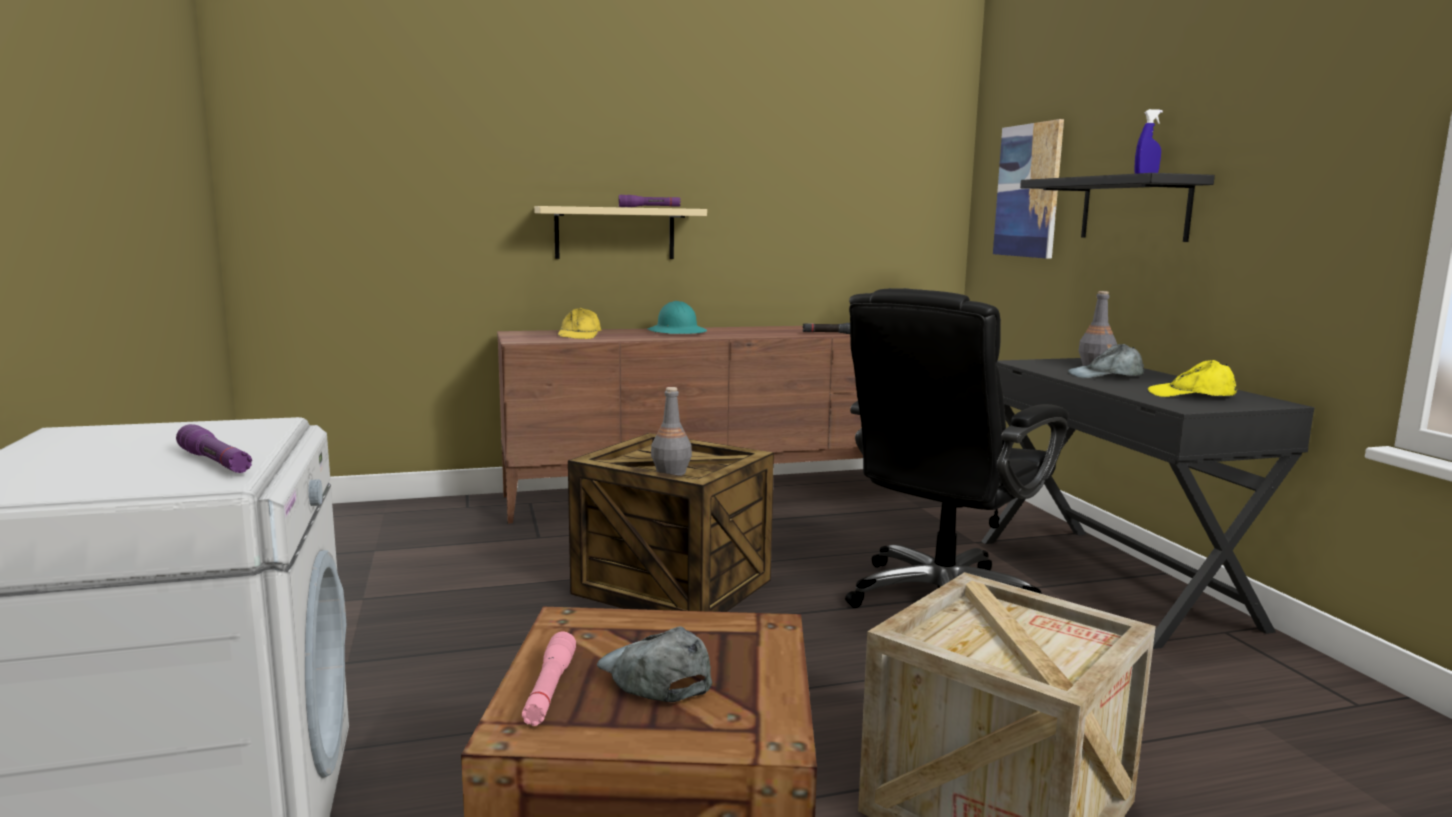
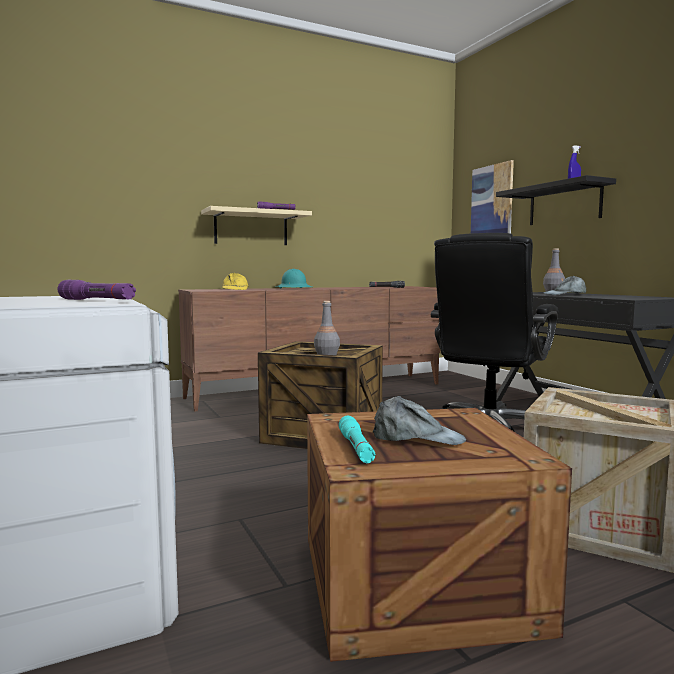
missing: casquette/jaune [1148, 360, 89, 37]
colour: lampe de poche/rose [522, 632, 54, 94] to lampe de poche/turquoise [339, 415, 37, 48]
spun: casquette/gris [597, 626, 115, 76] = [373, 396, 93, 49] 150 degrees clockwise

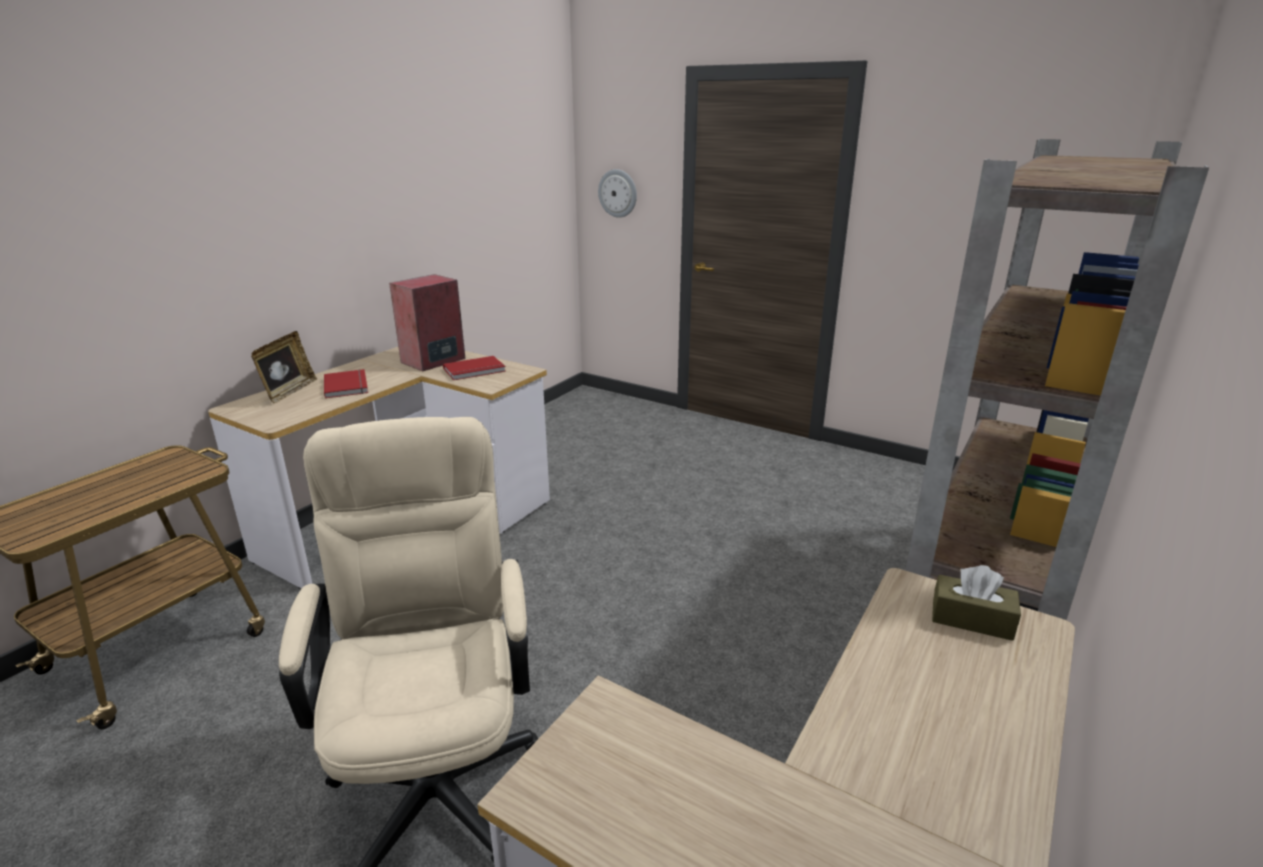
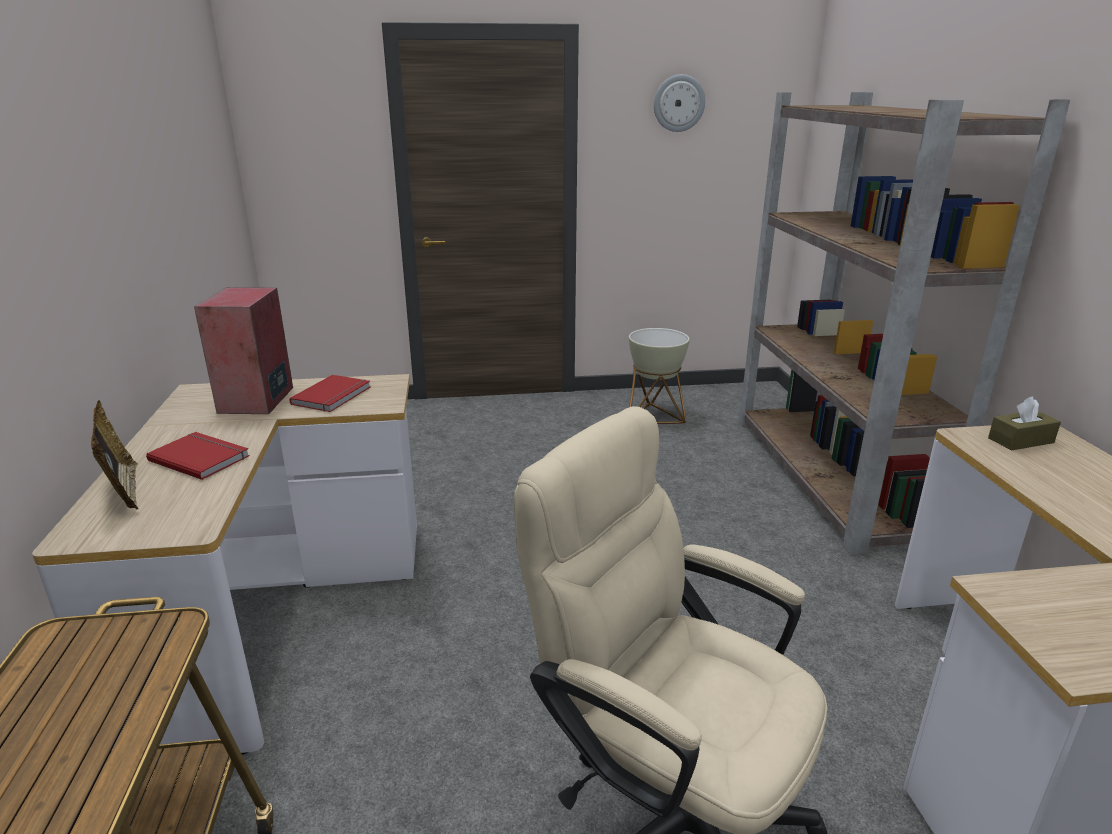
appeared: cache-pot [629, 328, 61, 96]
relocated: horloge murale [598, 169, 39, 49] to [654, 74, 51, 58]

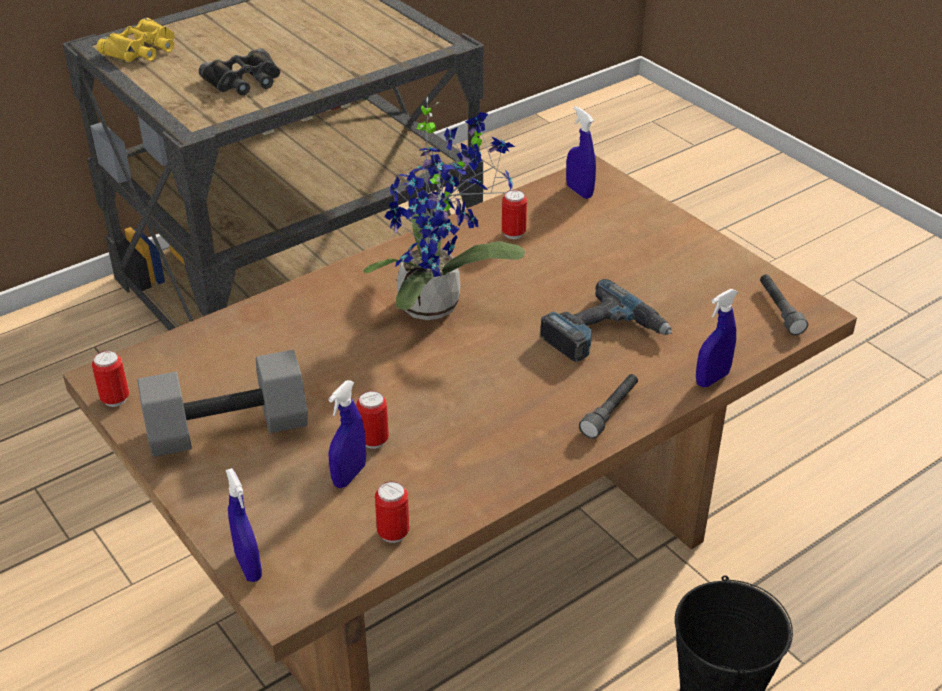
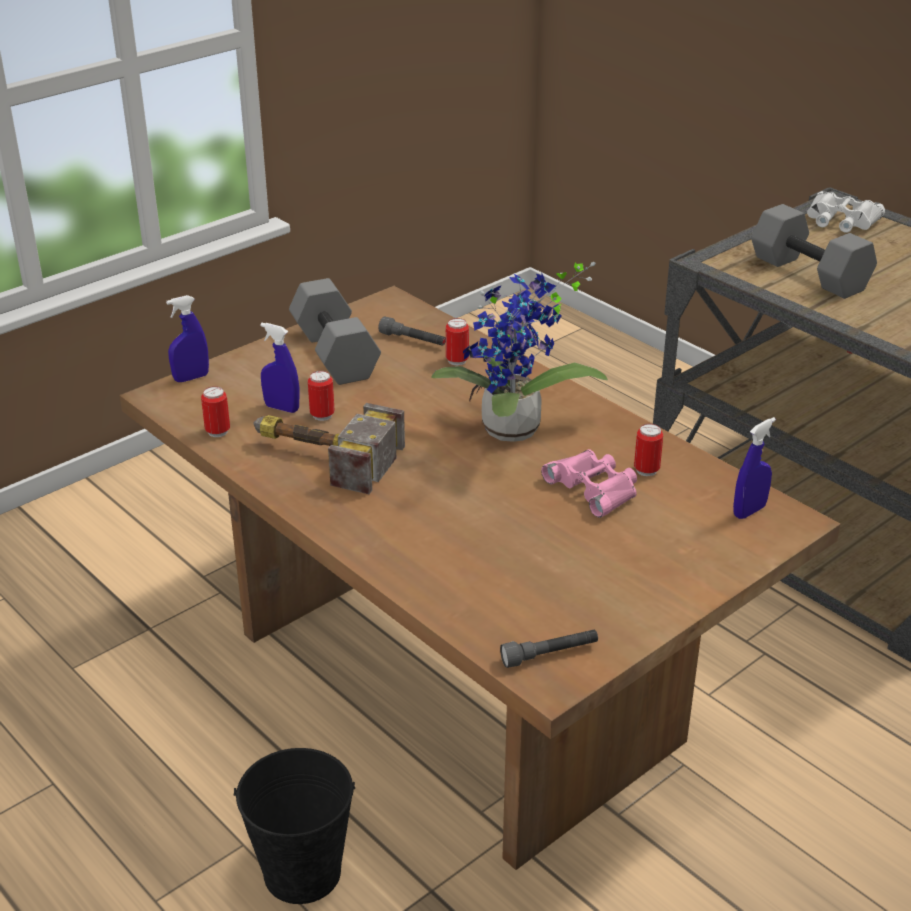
missing: perceuse [541, 279, 131, 83]; vaporisateur/bleu [696, 289, 42, 98]
appeared: marteau [253, 403, 152, 91]; jumelles/rose [541, 449, 96, 69]
relocated: boîte métallique [92, 350, 37, 57] to [446, 318, 23, 48]; lampe de poche/gris [579, 374, 59, 65] to [378, 317, 68, 29]
exchanged: jumelles/noir [199, 48, 81, 47] to haltère/gris [751, 204, 126, 95]
colour: jumelles/jaune [97, 18, 78, 44] to jumelles/blanc [807, 191, 78, 42]

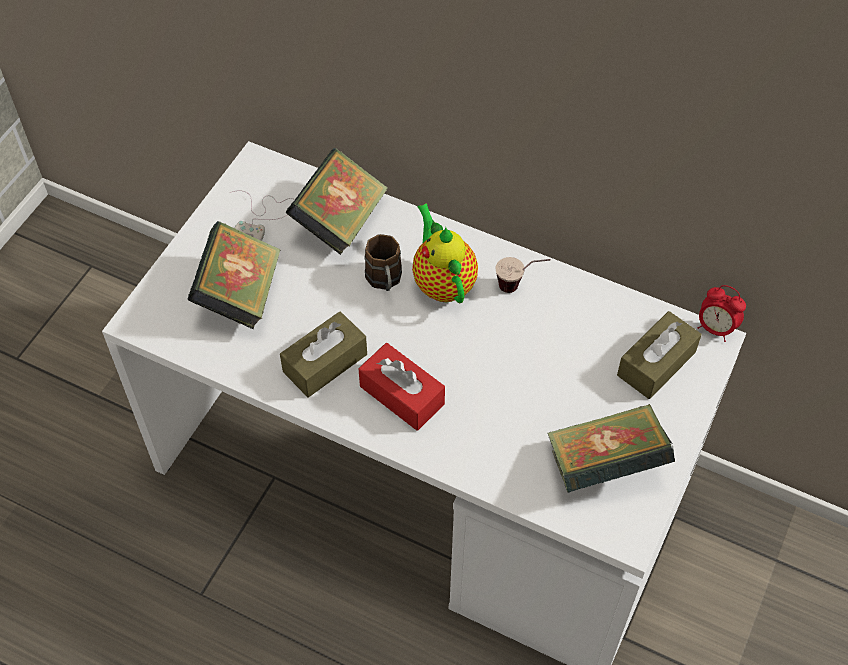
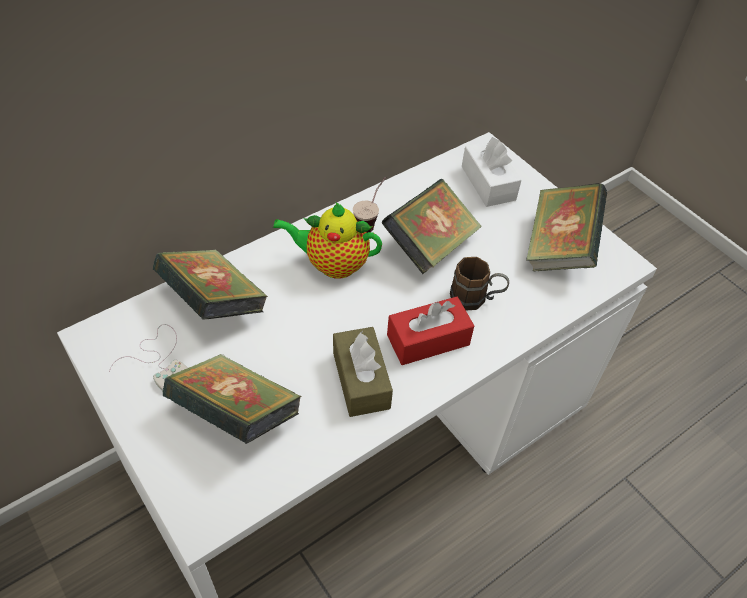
missing: réveil [697, 285, 49, 57]
appeared: livre [381, 179, 101, 95]
relocated: mug/marron [364, 234, 38, 57] to [450, 257, 59, 53]
colour: boîte à mouchoirs/marron [617, 311, 85, 88] to boîte à mouchoirs/blanc [462, 137, 60, 70]

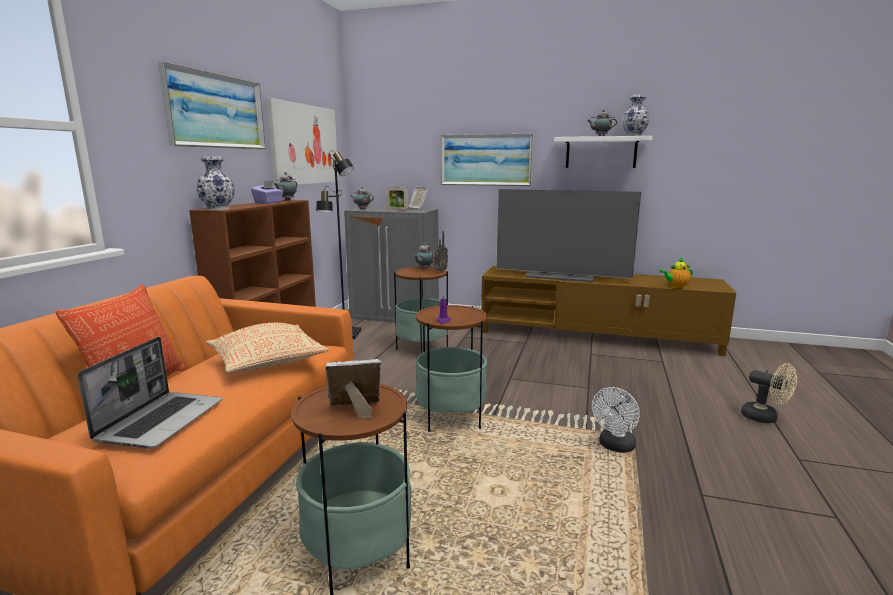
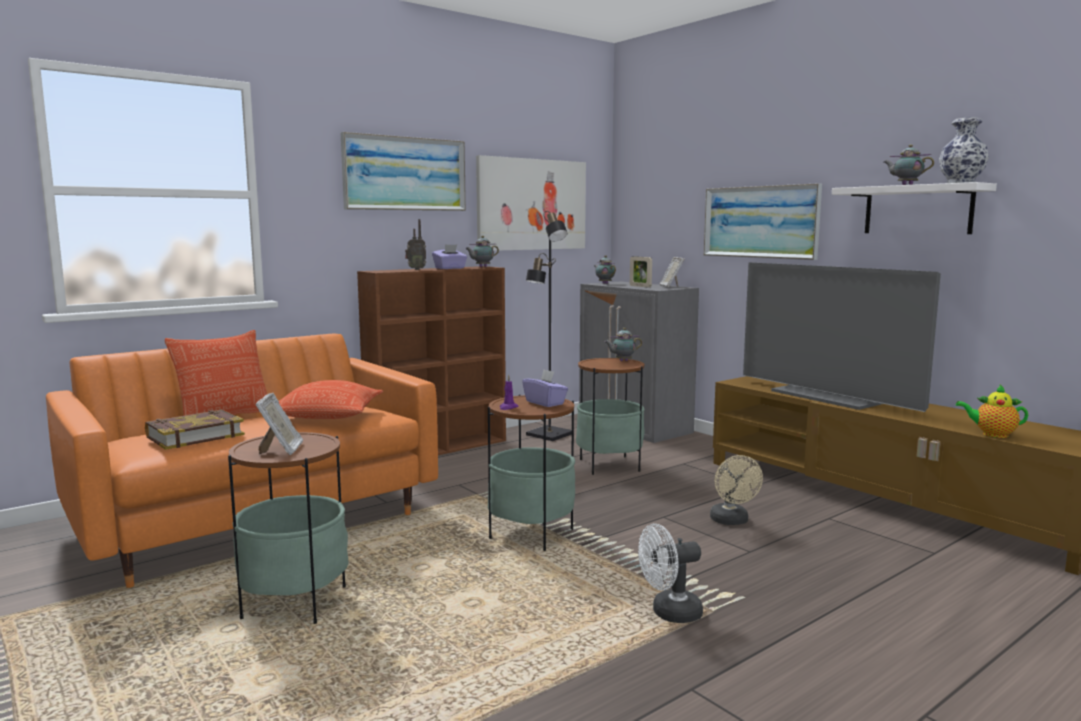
missing: vase [197, 157, 38, 53]
appeared: boîte à mouchoirs/violet [522, 369, 46, 38]
relocated: radio [432, 231, 16, 41] to [405, 219, 21, 51]; ventilateur/beige [741, 363, 56, 60] to [710, 455, 53, 70]
exchanged: ordinateur portable [77, 337, 146, 111] to livre [145, 409, 100, 41]
colour: coussin/beige [206, 323, 123, 49] to coussin/orange [279, 380, 104, 39]
spun: cadre photo [325, 359, 56, 61] = [255, 393, 48, 62] 60 degrees clockwise

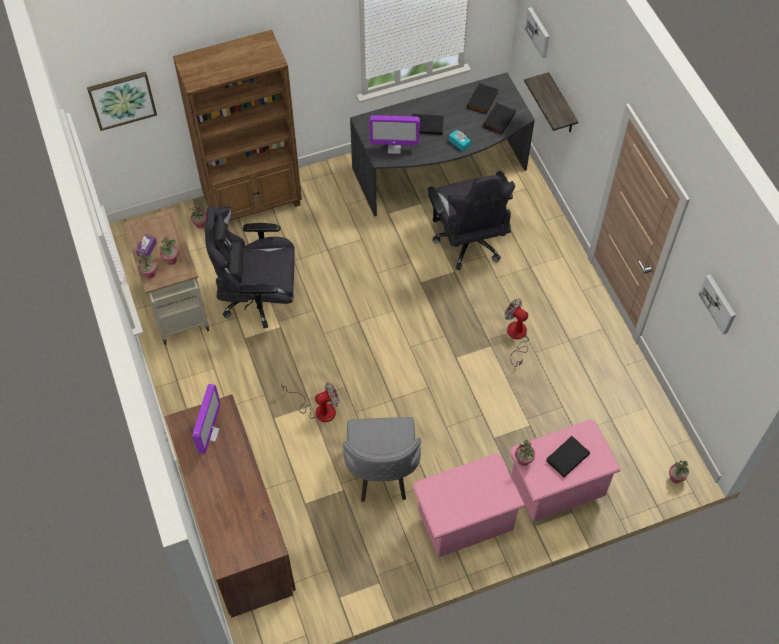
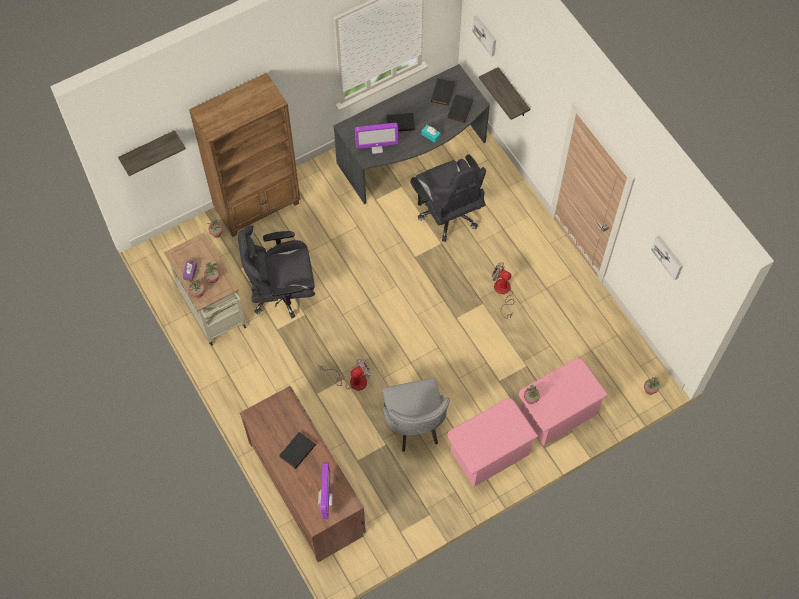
relocated: écran d'ordinateur [193, 384, 27, 70] to [318, 462, 15, 58]; livre/noir [546, 436, 44, 41] to [279, 432, 37, 37]
exchanged: tableau [87, 72, 70, 59] to étagère [118, 130, 68, 46]

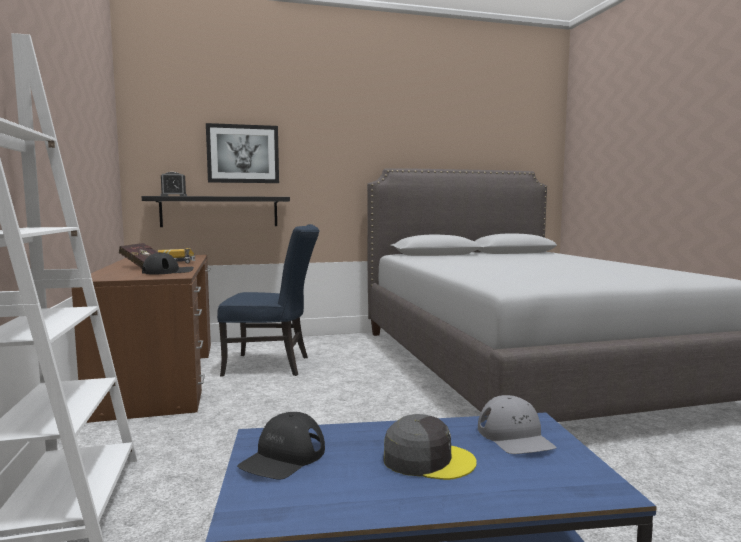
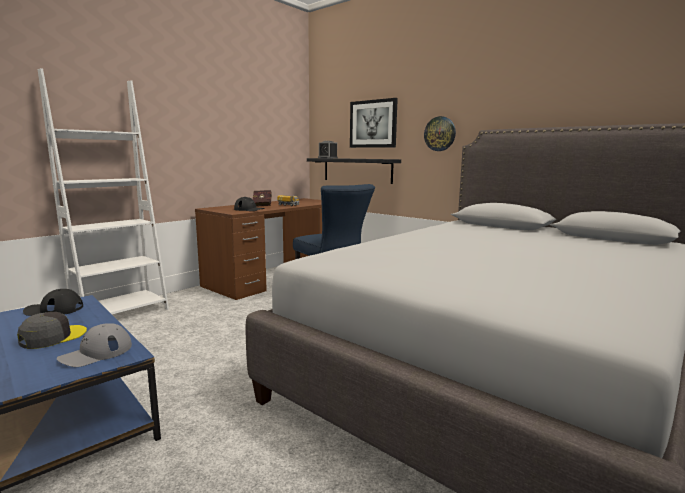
appeared: horloge murale [424, 116, 32, 35]
spun: casquette/gris [384, 414, 93, 66] = [17, 312, 70, 37] 120 degrees counterclockwise

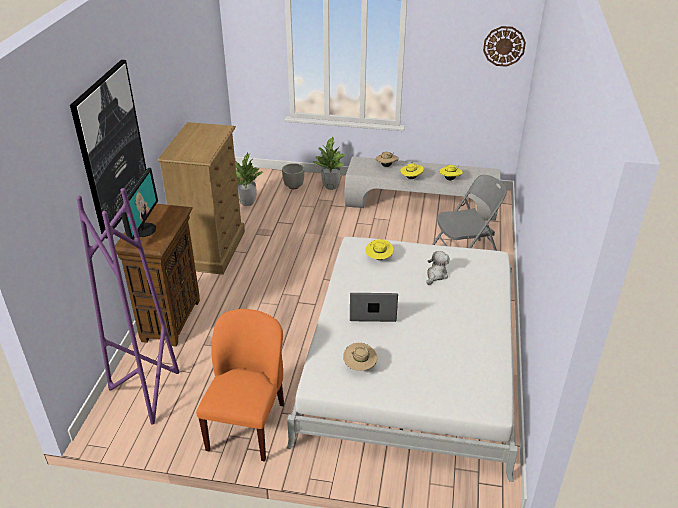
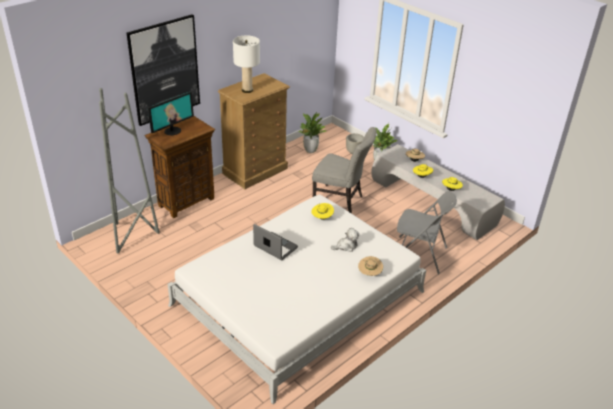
missing: chaise/orange [196, 309, 88, 152]; horloge murale [483, 26, 43, 41]
appeared: lampe de table/blanc [233, 35, 27, 58]; chaise/gris [312, 127, 65, 87]
relocated: chapeau/beige [343, 343, 34, 28] to [358, 256, 25, 20]
colour: portant/violet [77, 188, 102, 236] to portant/gris [99, 88, 61, 166]

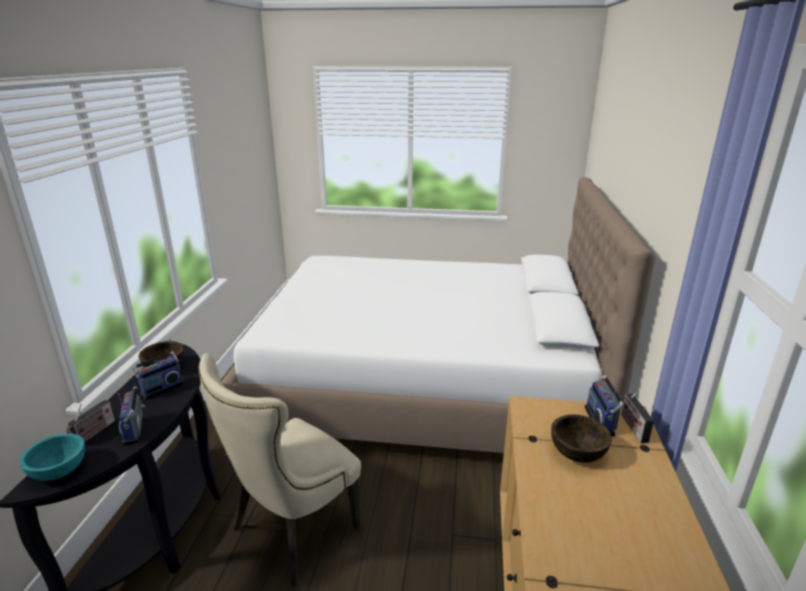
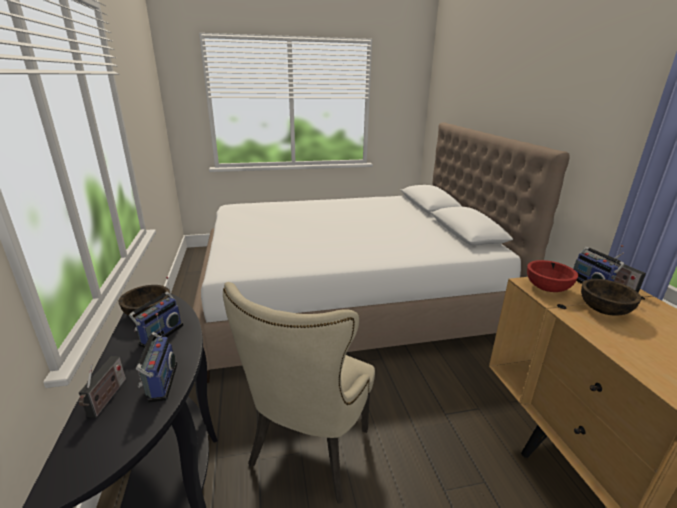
missing: bol/turquoise [19, 433, 66, 48]
appeared: bol/rouge [527, 260, 51, 32]
spun: radio [118, 386, 28, 59] = [136, 313, 41, 90] 150 degrees counterclockwise

